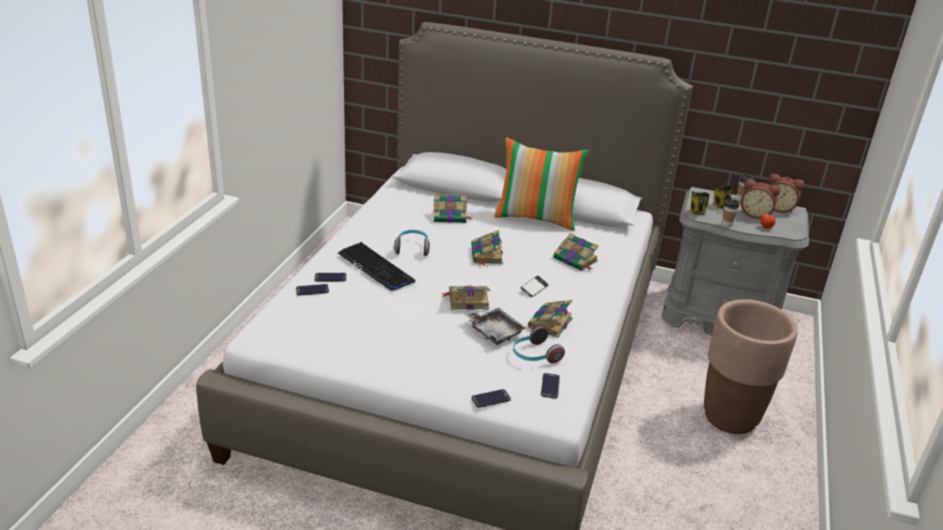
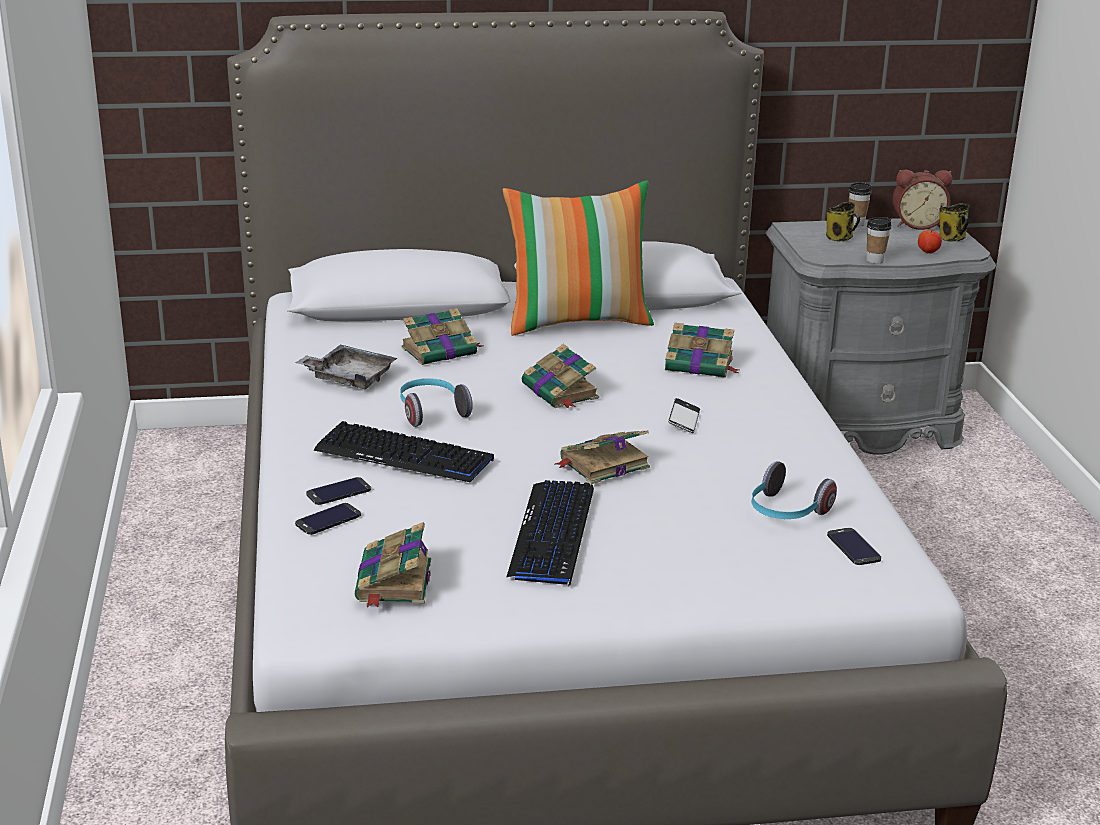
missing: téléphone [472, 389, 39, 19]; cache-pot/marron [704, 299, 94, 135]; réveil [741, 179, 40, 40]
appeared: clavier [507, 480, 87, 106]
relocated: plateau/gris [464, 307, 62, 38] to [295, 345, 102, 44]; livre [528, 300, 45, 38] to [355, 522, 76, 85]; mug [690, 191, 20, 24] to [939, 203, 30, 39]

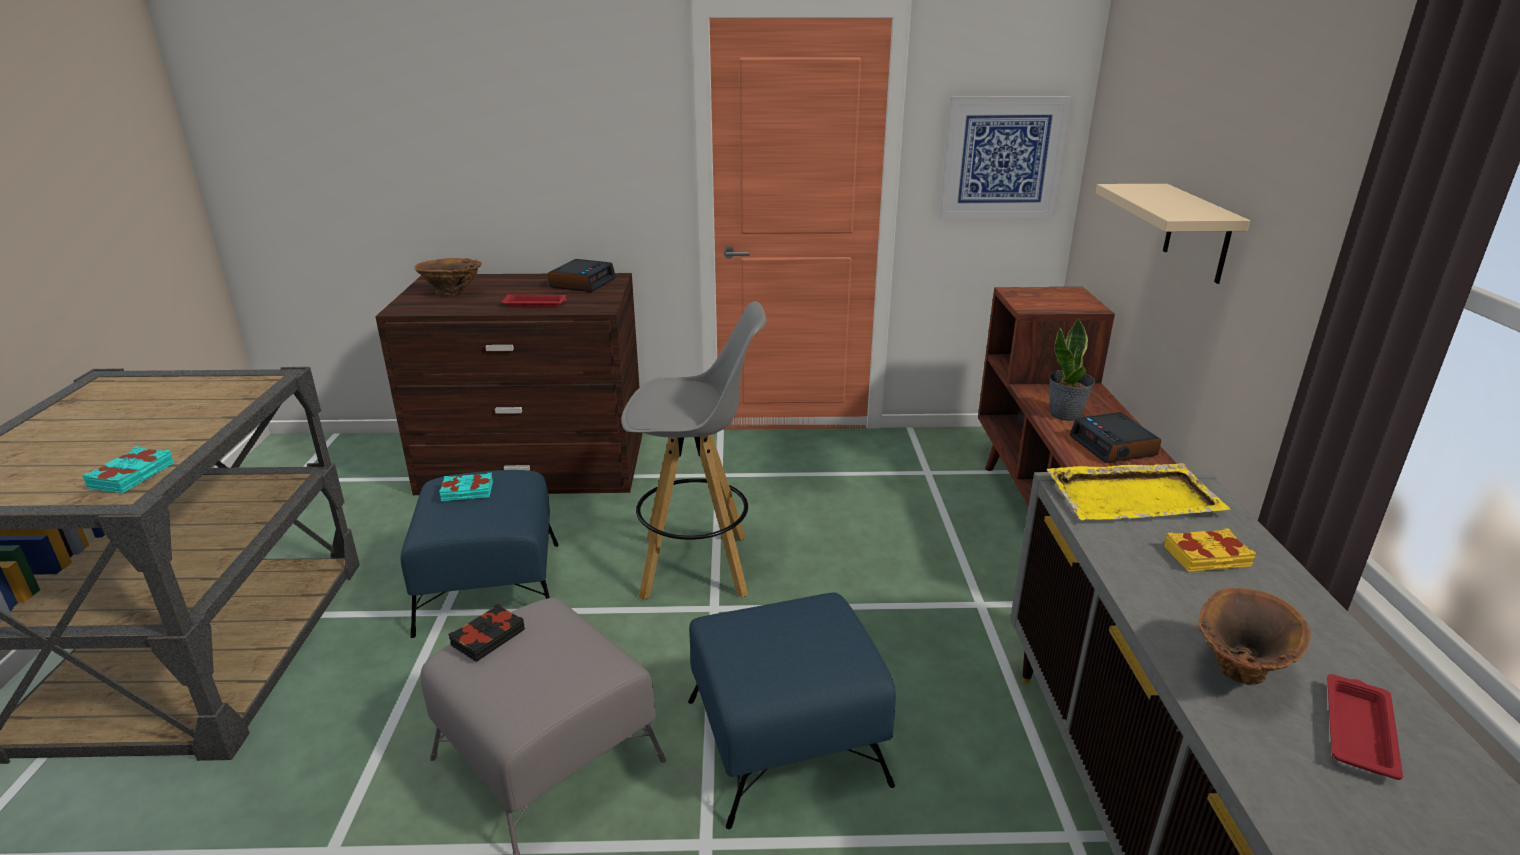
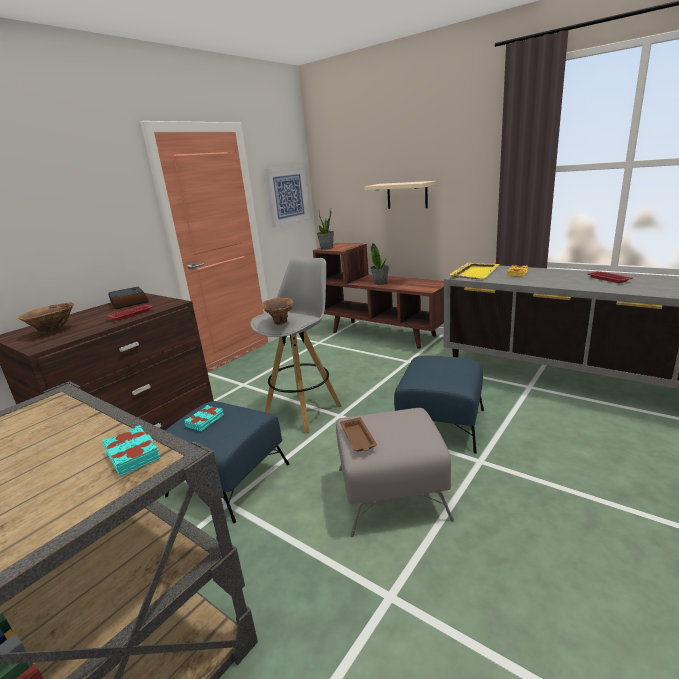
missing: réveil [1070, 412, 91, 51]
appeared: plante en pot [317, 208, 17, 42]
relocated: vase/marron [1198, 587, 113, 98] to [261, 298, 32, 27]
exchanged: livre/noir [448, 604, 77, 58] to plateau/marron [340, 417, 37, 35]

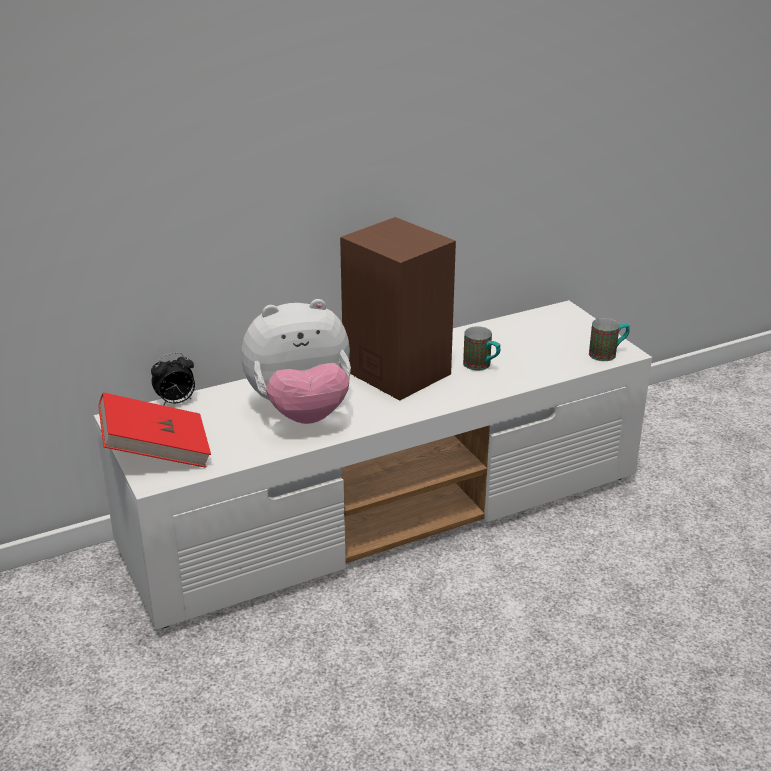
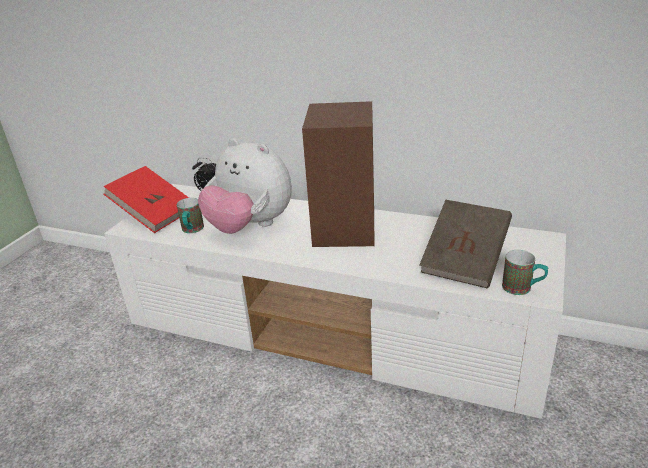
appeared: livre/marron [419, 200, 93, 88]
relocated: mug [463, 326, 37, 44] to [177, 198, 27, 35]

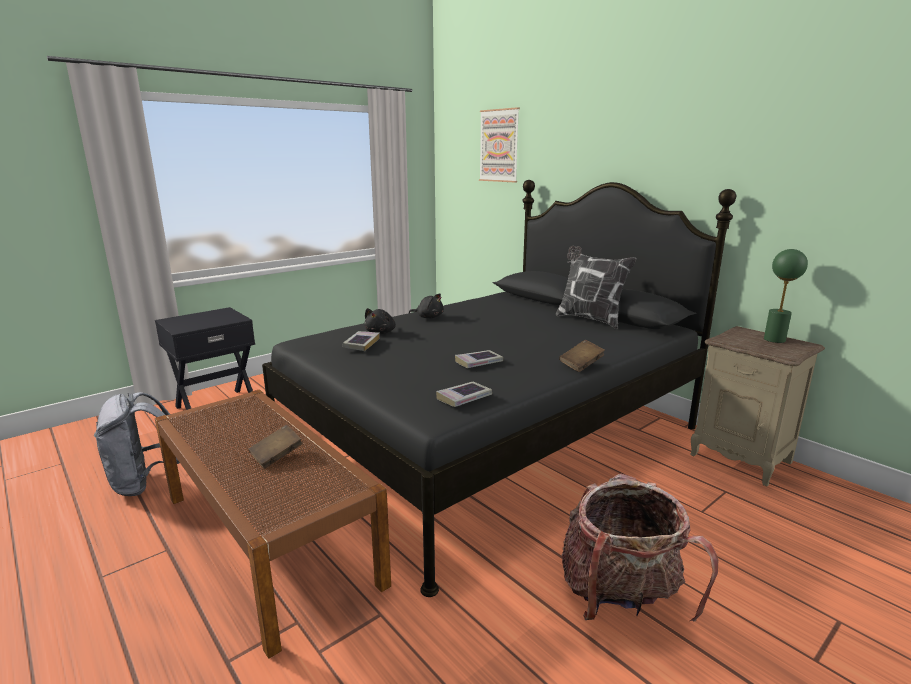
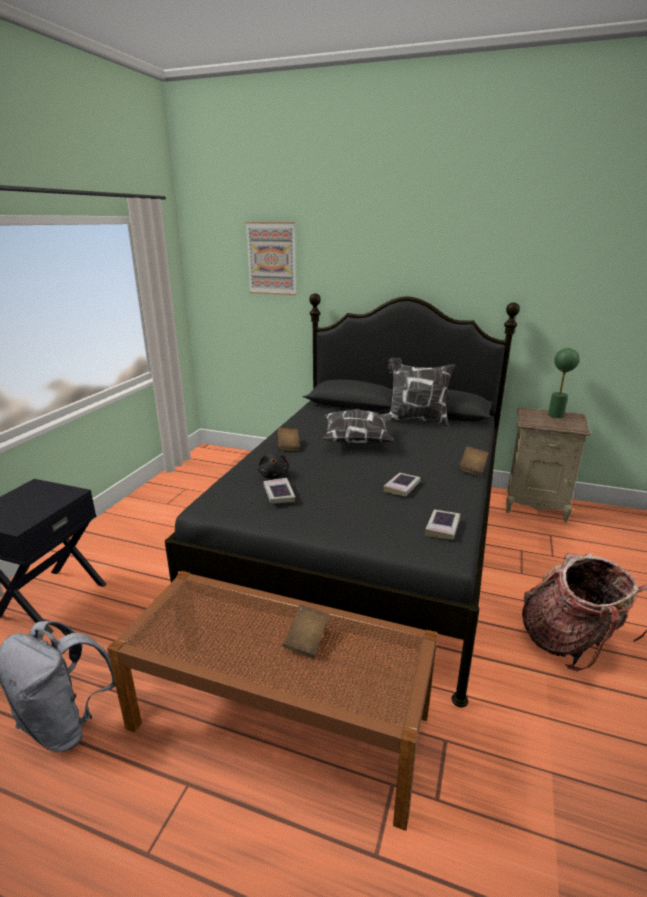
appeared: coussin [322, 409, 72, 35]
exchanged: peluche/noir [409, 294, 35, 24] to livre/marron [277, 428, 23, 23]

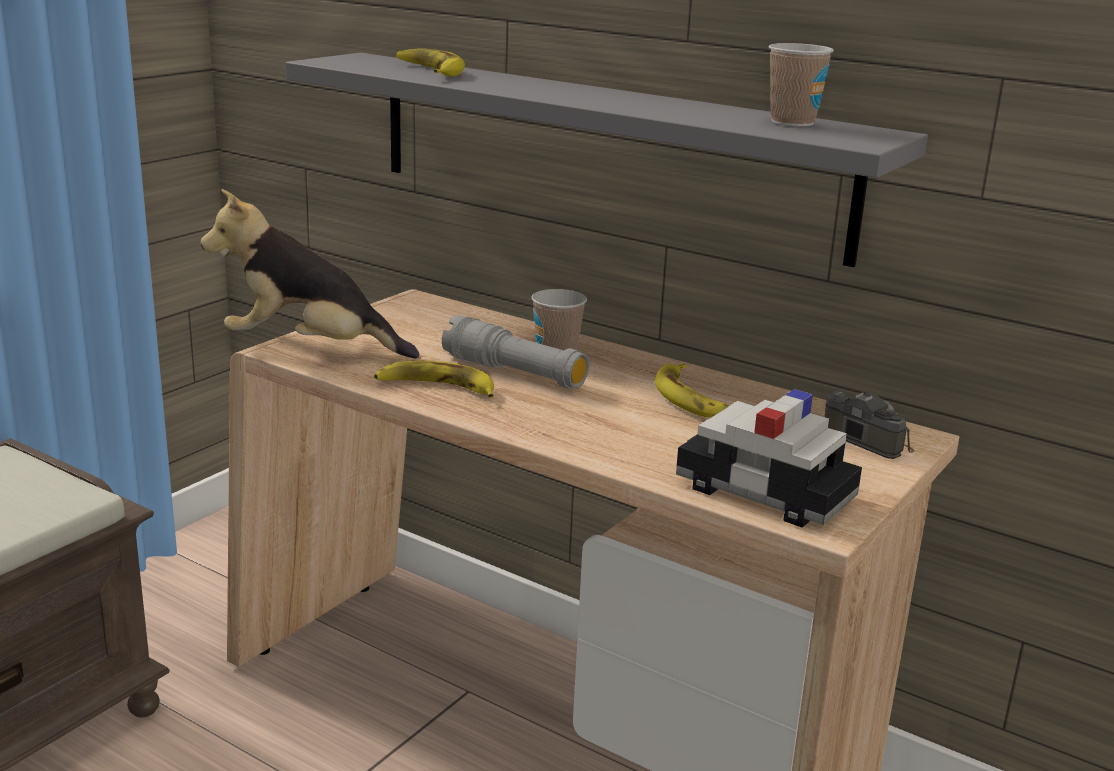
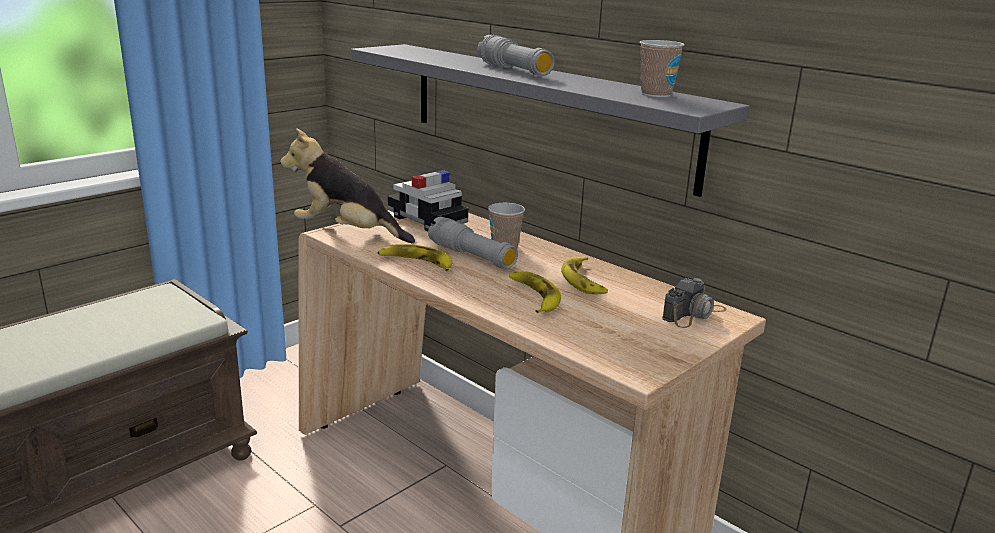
appeared: lampe de poche/gris [477, 35, 78, 41]
relocated: banane [396, 48, 69, 29] to [509, 272, 52, 41]; petite voiture [676, 389, 186, 139] to [388, 170, 80, 61]
spun: appareil photo [824, 391, 91, 68] = [662, 278, 64, 50] 75 degrees clockwise

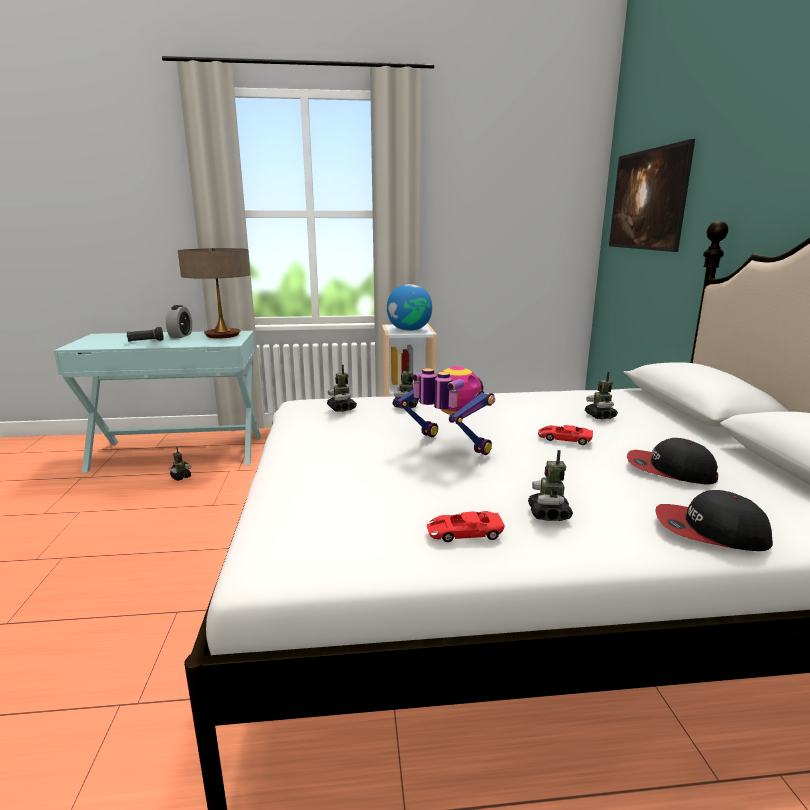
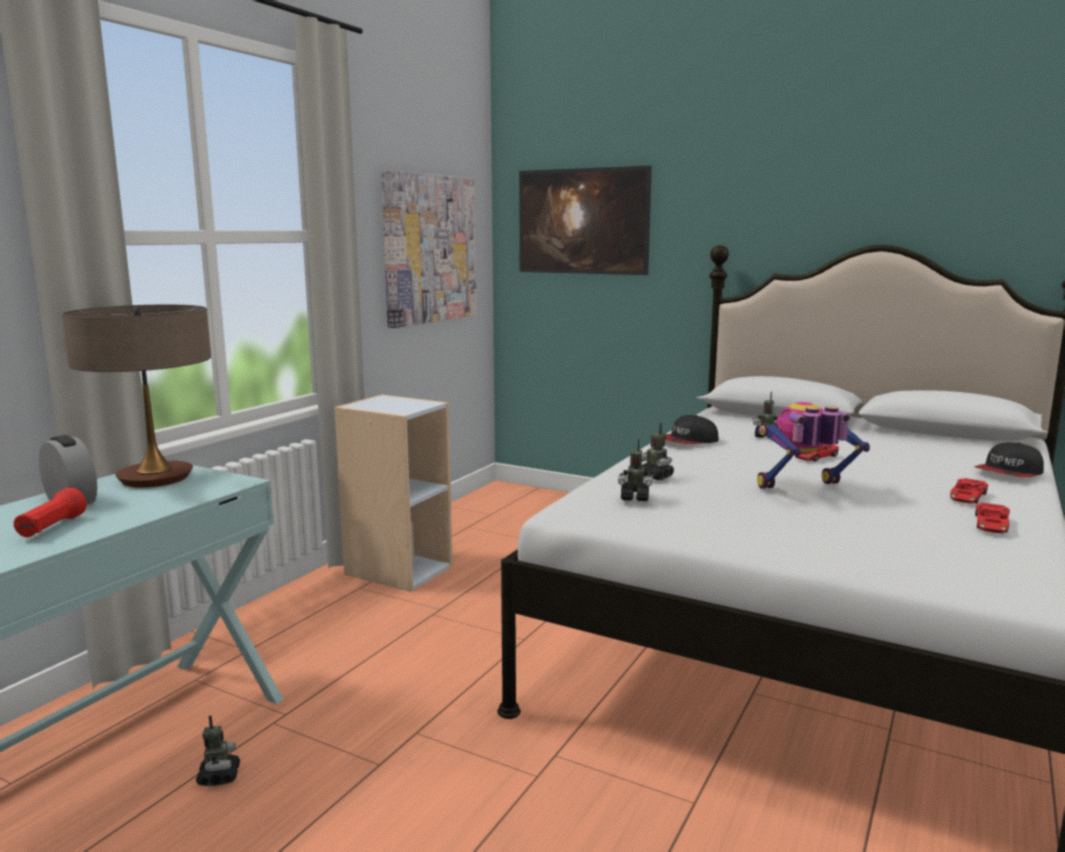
missing: globe [387, 284, 45, 47]
appeared: tableau [381, 170, 95, 158]
relocated: casquette [627, 438, 91, 47] to [665, 415, 53, 29]
exchanged: robot jouet [528, 450, 45, 71] to petite voiture/rouge [950, 478, 38, 26]
colour: lampe de poche/noir [127, 327, 37, 15] to lampe de poche/rouge [14, 488, 73, 49]

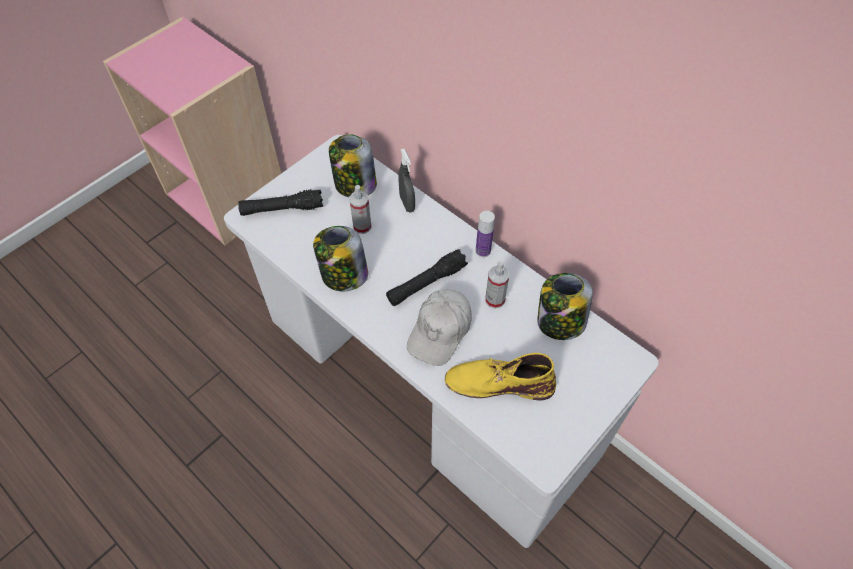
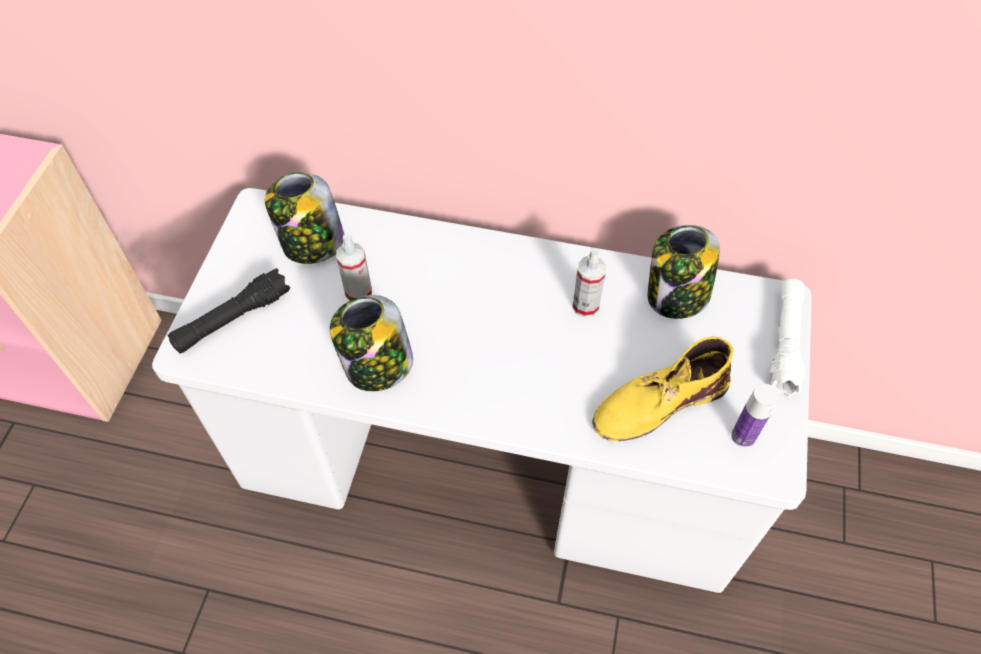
missing: lampe de poche/noir [386, 249, 82, 57]; vaporisateur/gris [398, 149, 17, 63]; casquette/blanc [407, 289, 65, 77]
appeared: lampe de poche/blanc [770, 279, 35, 118]
relocated: bouteille [476, 211, 19, 46] to [731, 384, 48, 64]

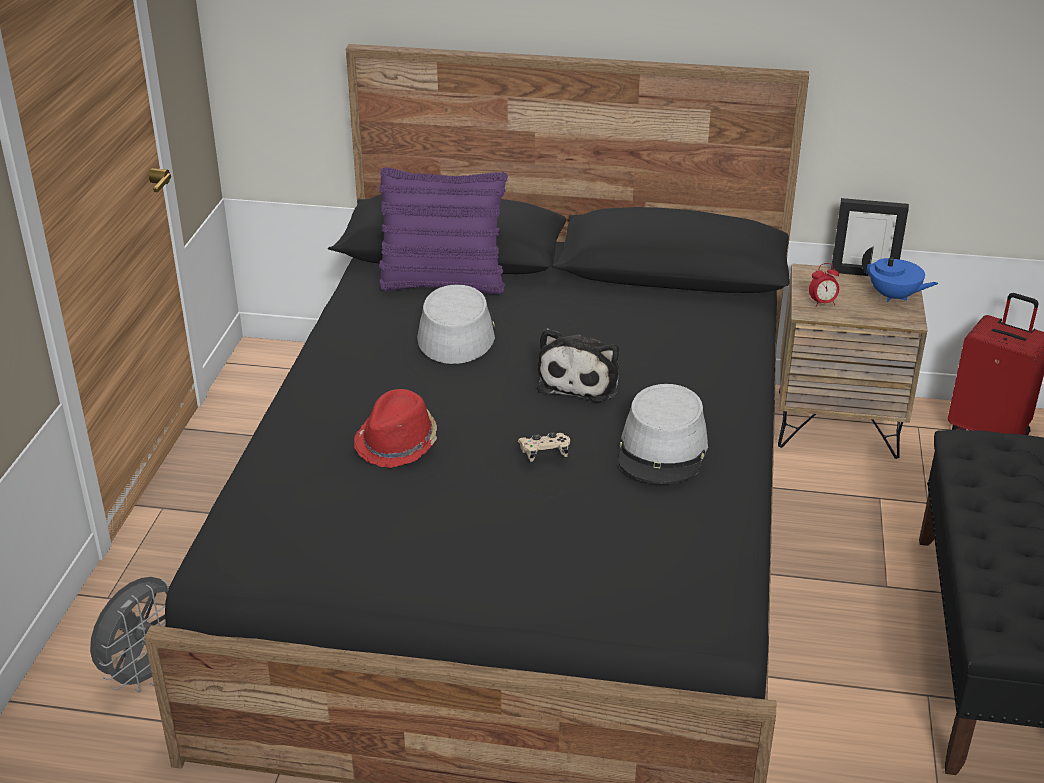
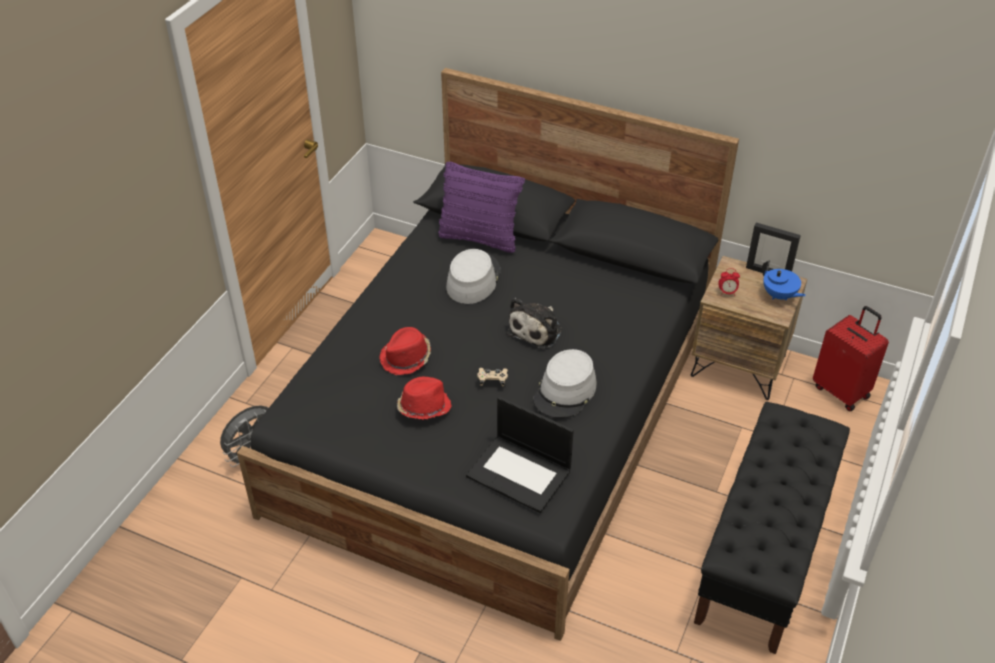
appeared: chapeau/rouge [397, 377, 55, 43]; ordinateur portable [466, 396, 108, 117]

